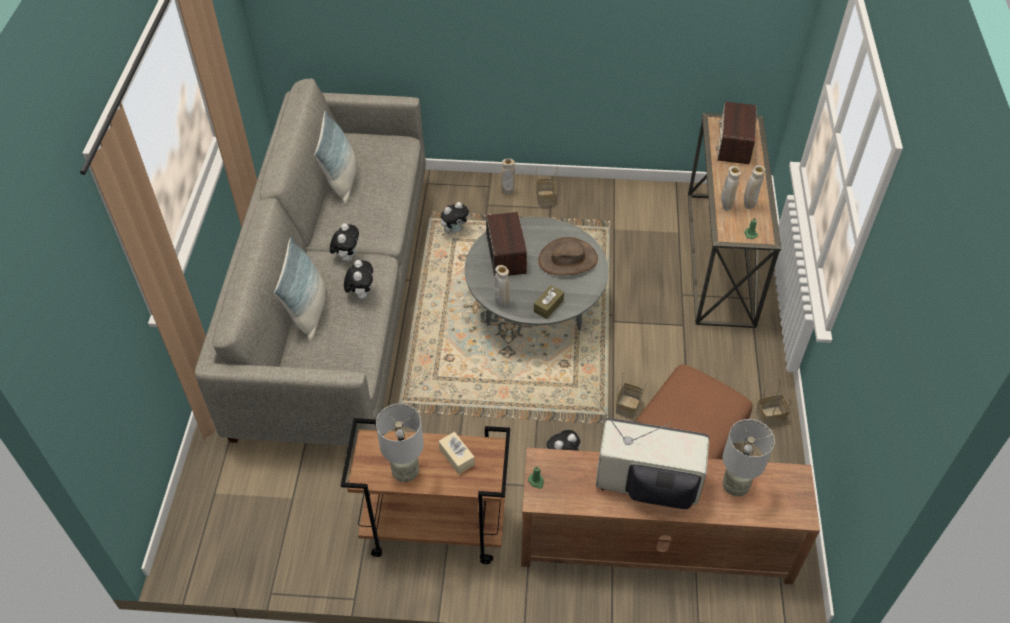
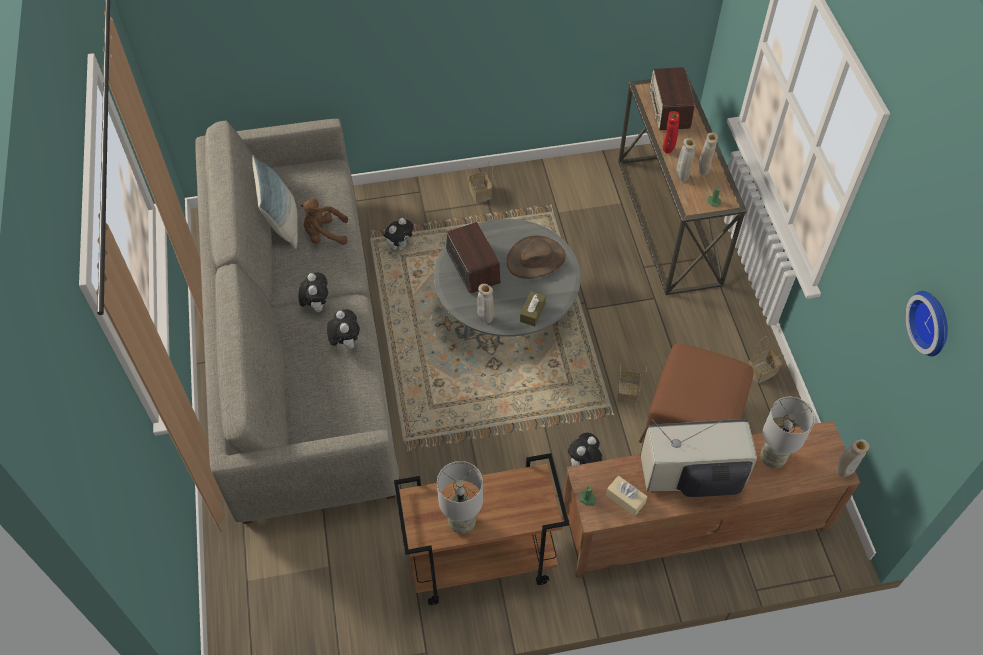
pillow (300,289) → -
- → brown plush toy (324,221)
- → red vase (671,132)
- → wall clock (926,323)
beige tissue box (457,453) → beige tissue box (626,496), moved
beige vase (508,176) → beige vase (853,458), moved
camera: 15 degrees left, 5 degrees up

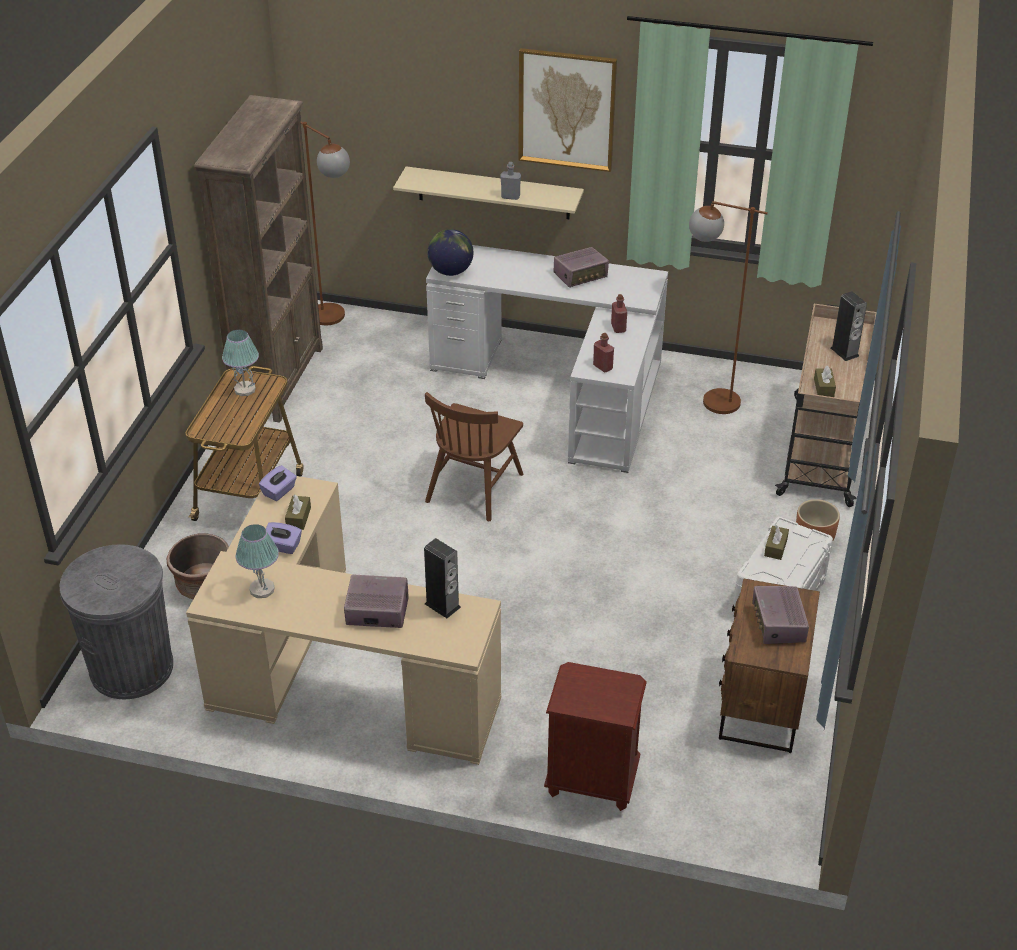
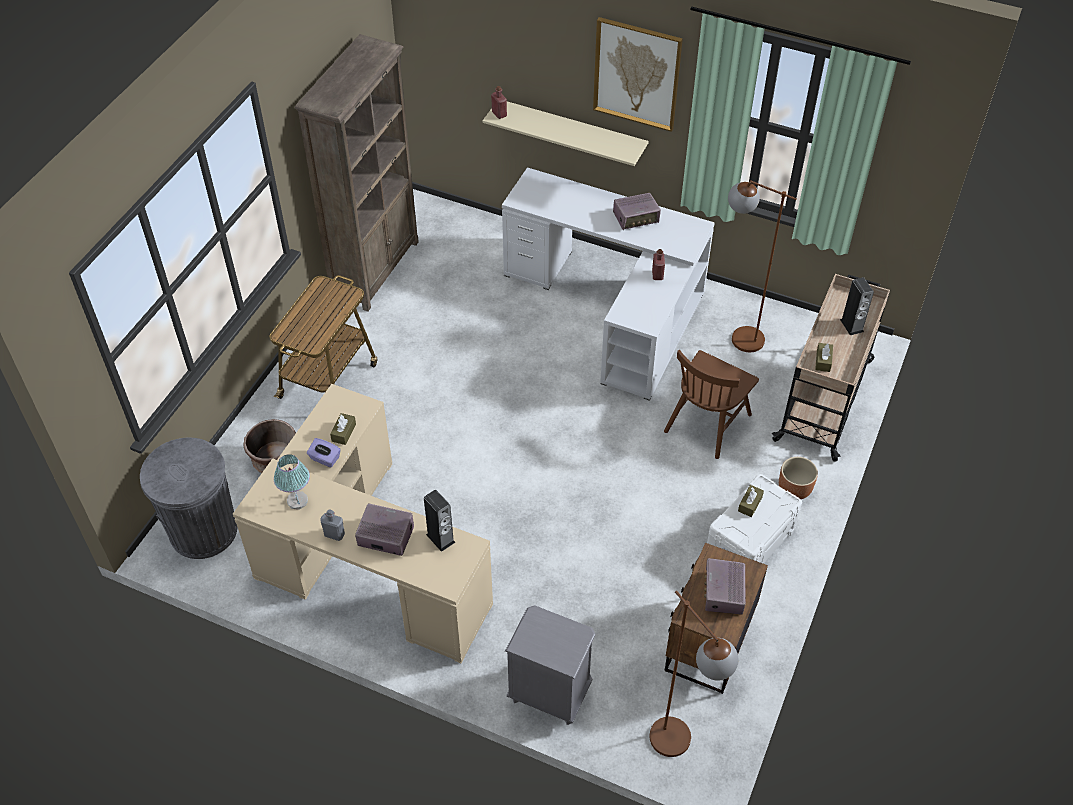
table lamp (240,363) → -
purple tissue box (278,483) → -
globe (450,252) → -
brown floor lamp (325,223) → brown floor lamp (694,674), moved
brown chair (474,456) → brown chair (711,404), moved
grey bottle (510,181) → grey bottle (332,525), moved
red bottle (603,352) → red bottle (499,102), moved
brown nightstand (595,736) → grey nightstand (550,665)
camera: 10 degrees right, 10 degrees up

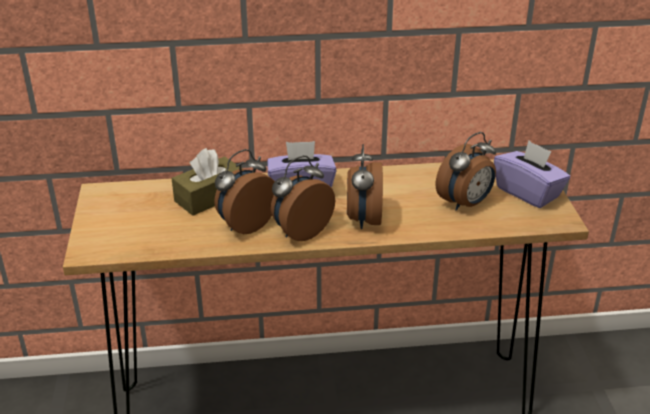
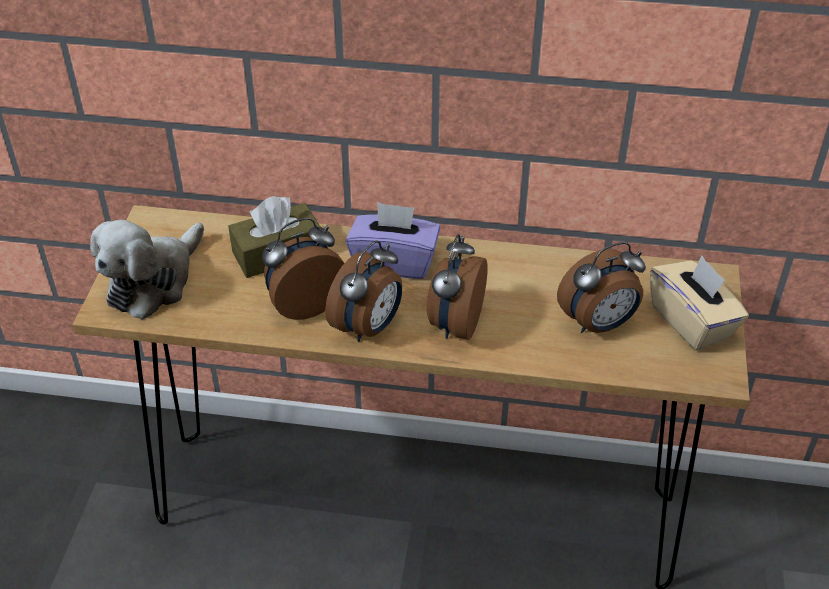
- → plush toy (147,270)
purple tissue box (532,174) → beige tissue box (699,303)
alarm clock (303,198) → alarm clock (363,291), 150 degrees clockwise
camera: 15 degrees right, 10 degrees up

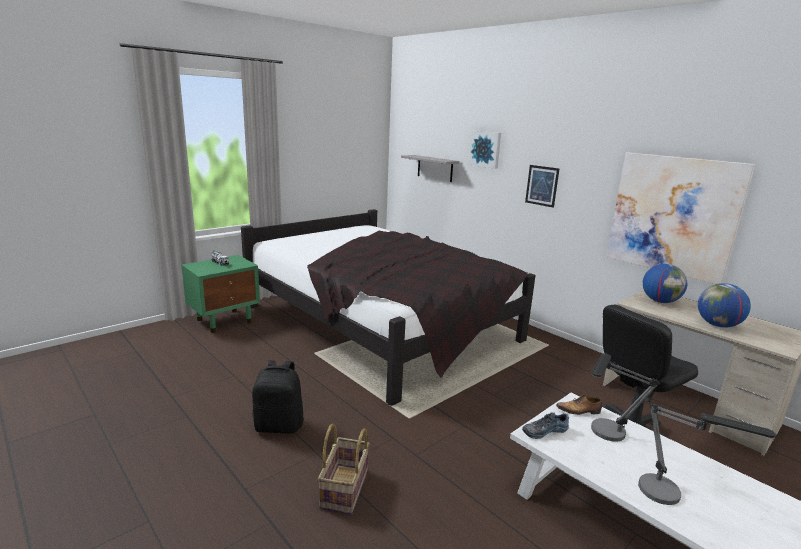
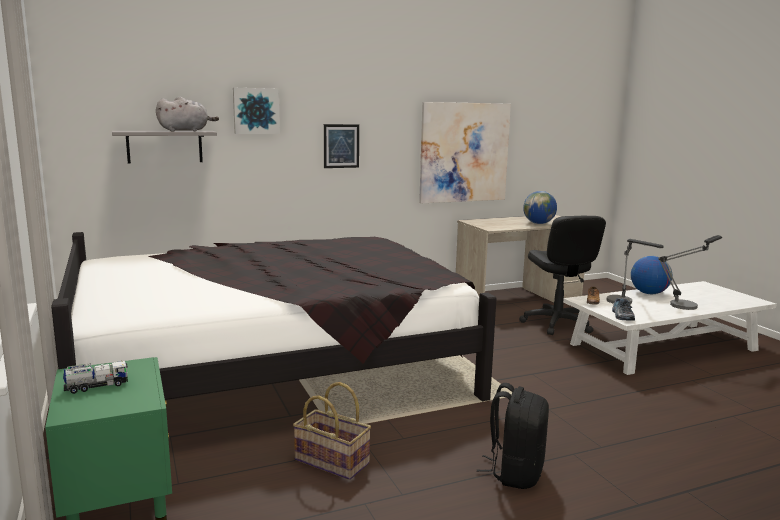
- → grey plush toy (187,114)
basket (343,469) → basket (332,431), moved
globe (665,283) → globe (651,275), moved
camera: 70 degrees left, 5 degrees down

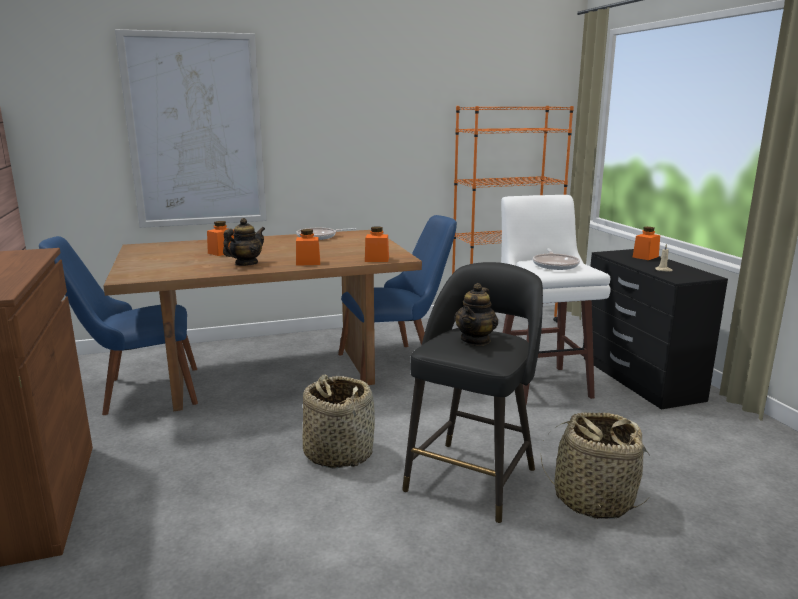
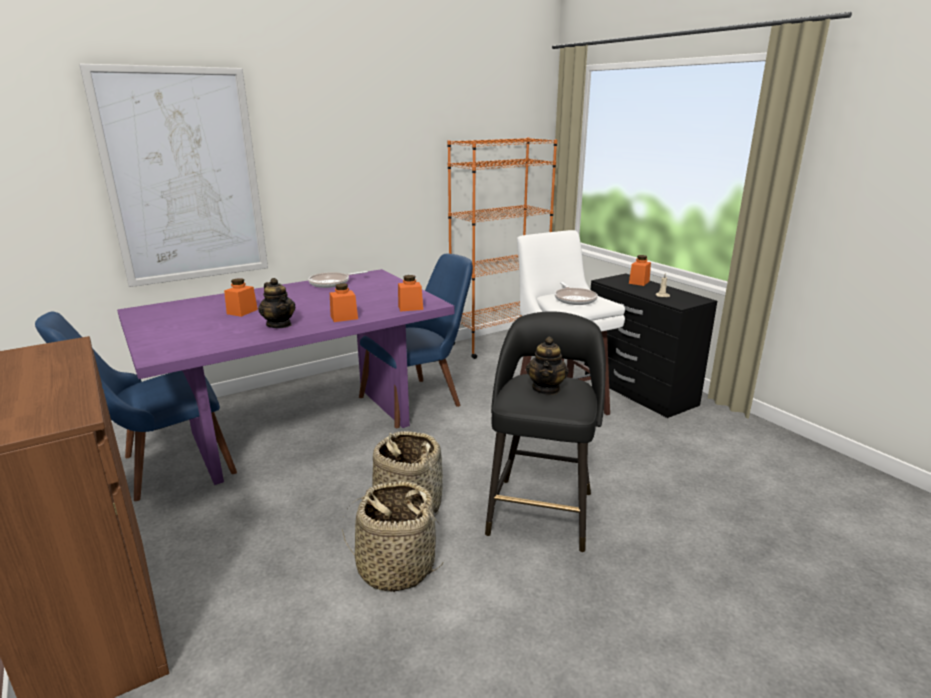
basket (595,465) → basket (394,536), moved
brown dining table (262,320) → purple dining table (285,377)
teapot (244,242) → teapot (276,303), 120 degrees clockwise
camera: 15 degrees left, 5 degrees up

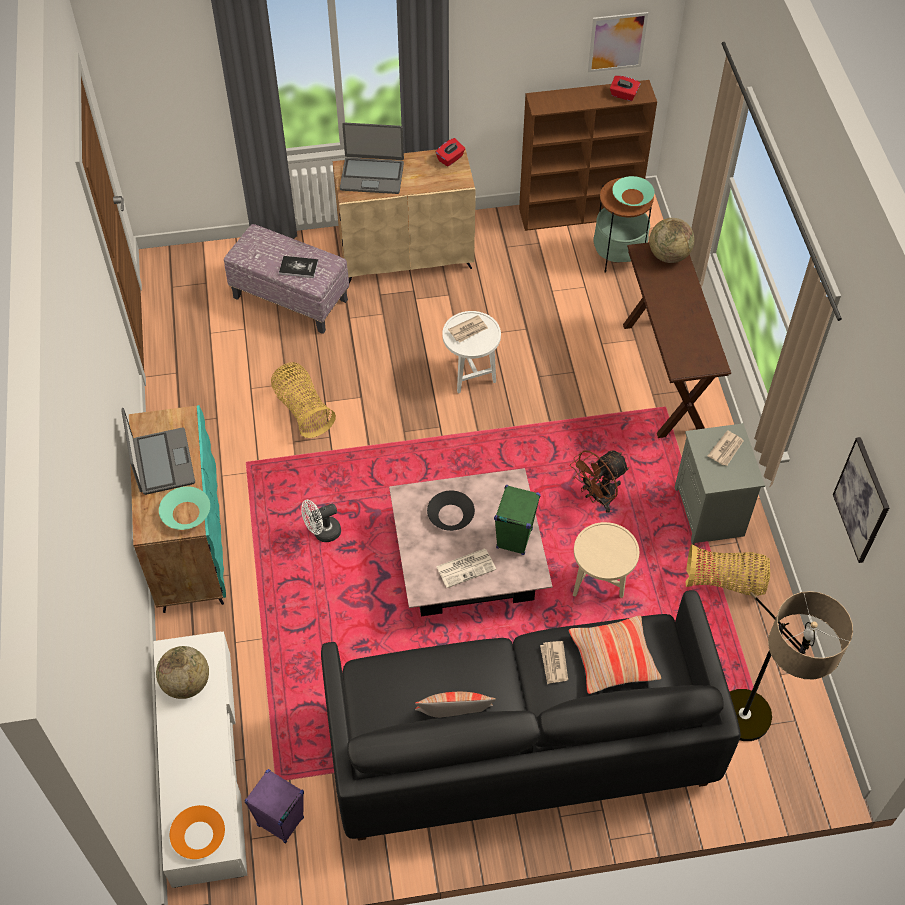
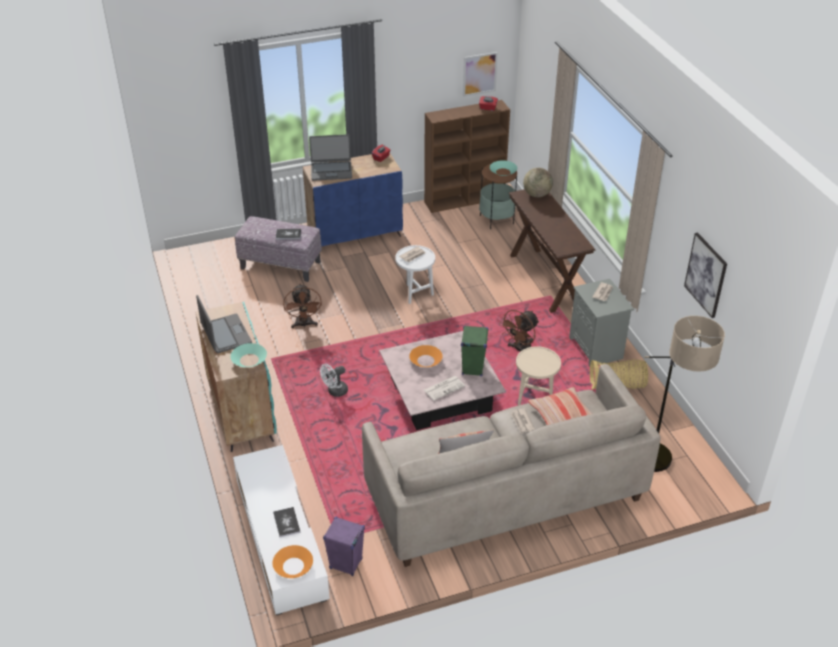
globe (182,672) → -
- → book (286,522)
basket (303,400) → brown fan (302,306)
black sofa (531,715) → beige sofa (511,465)
beige cabinet (404,214) → blue cabinet (353,199)
black bowl (451,510) → orange bowl (426,356)
camera: 10 degrees left, 15 degrees down

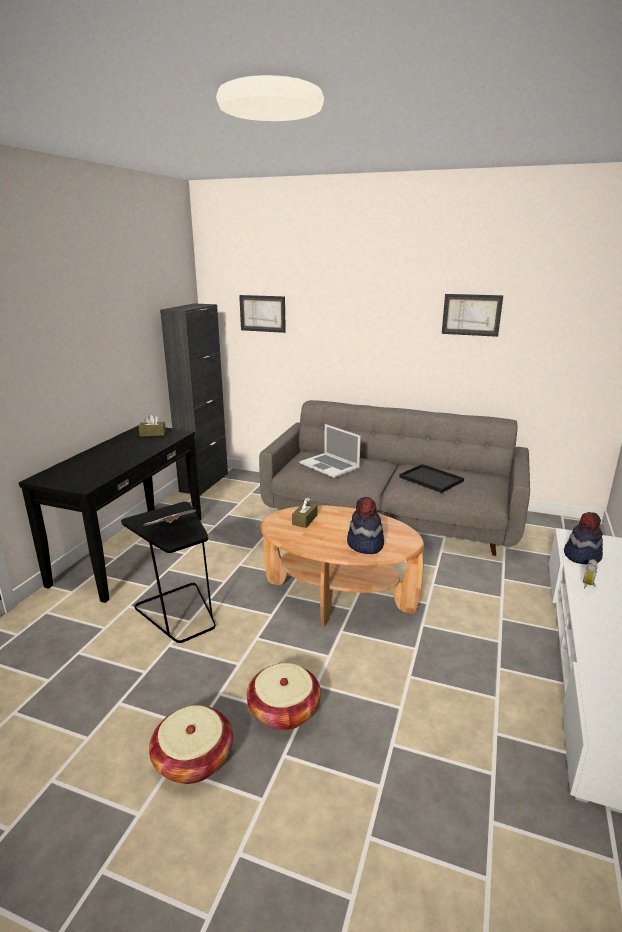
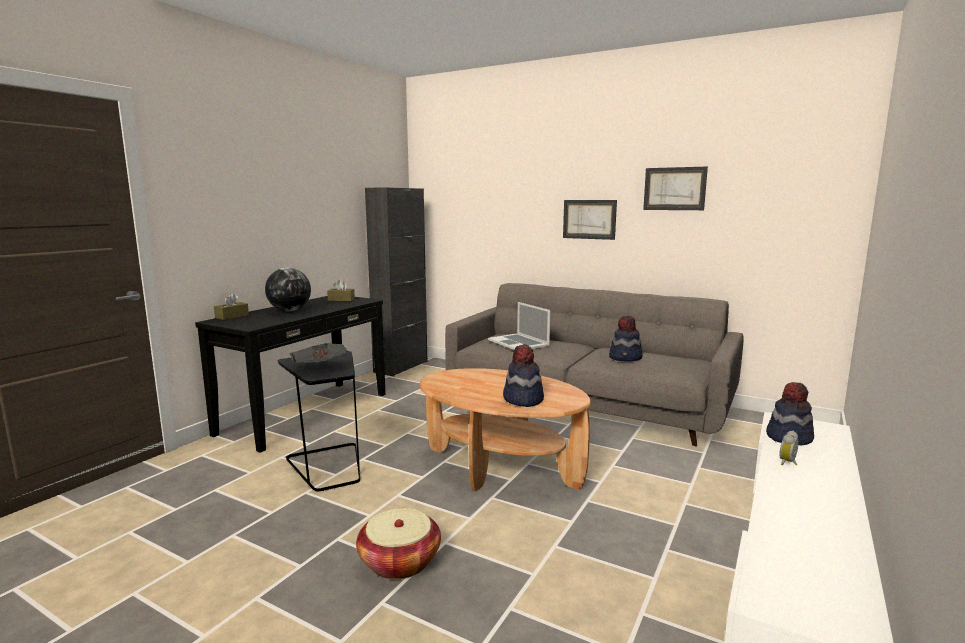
basket (191,744) → -
- → globe (288,289)
picture (262,314) → picture (590,220), moved
brown tissue box (305,513) → brown tissue box (231,306), moved
black tray (431,478) → hat (626,338)
camera: 10 degrees right, 10 degrees down

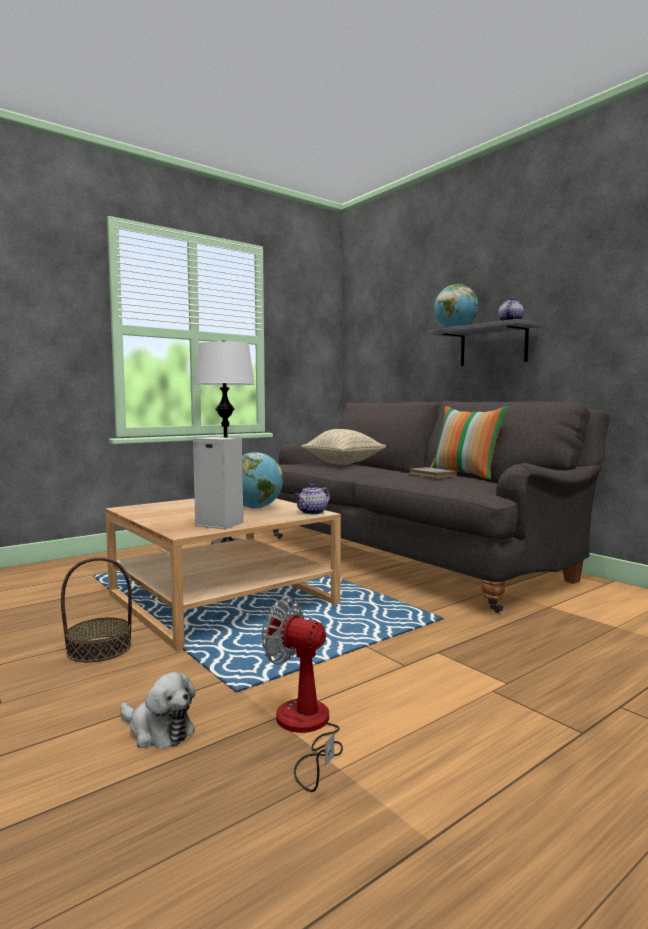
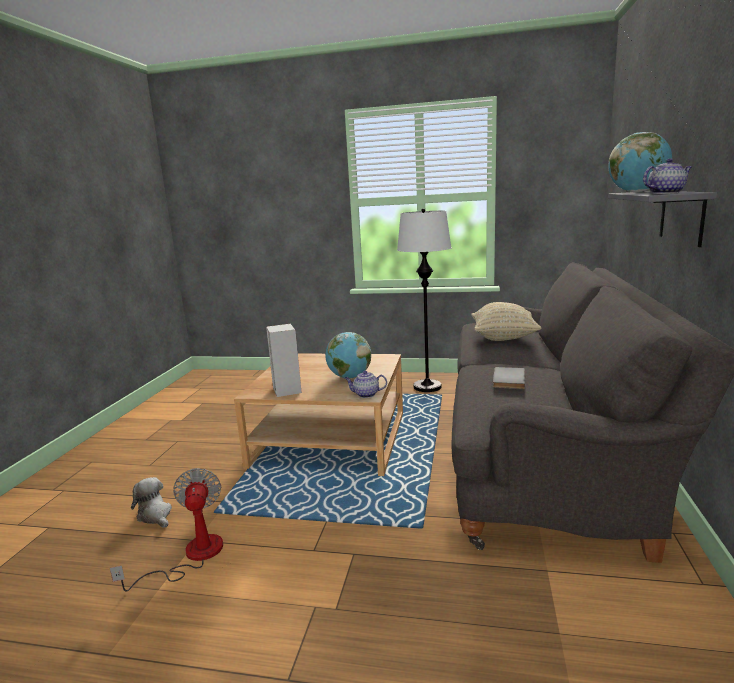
basket (96,609) → -
pillow (469,443) → -
plush toy (158,710) → plush toy (151,502), 150 degrees clockwise
camera: 50 degrees right, 10 degrees up

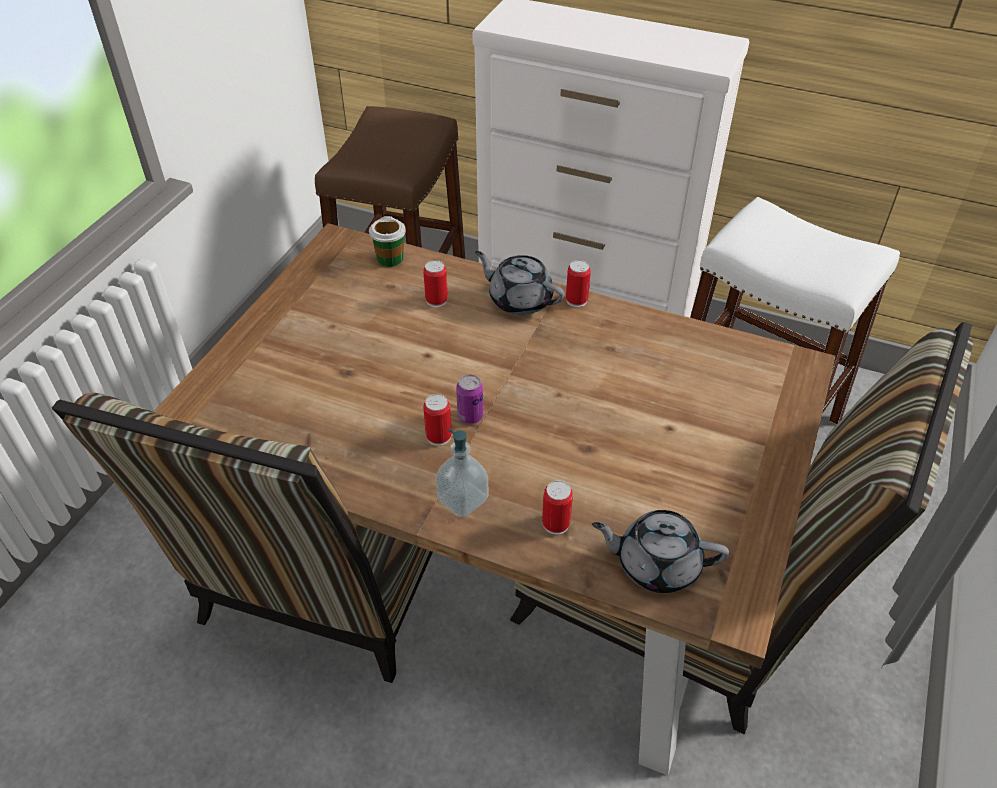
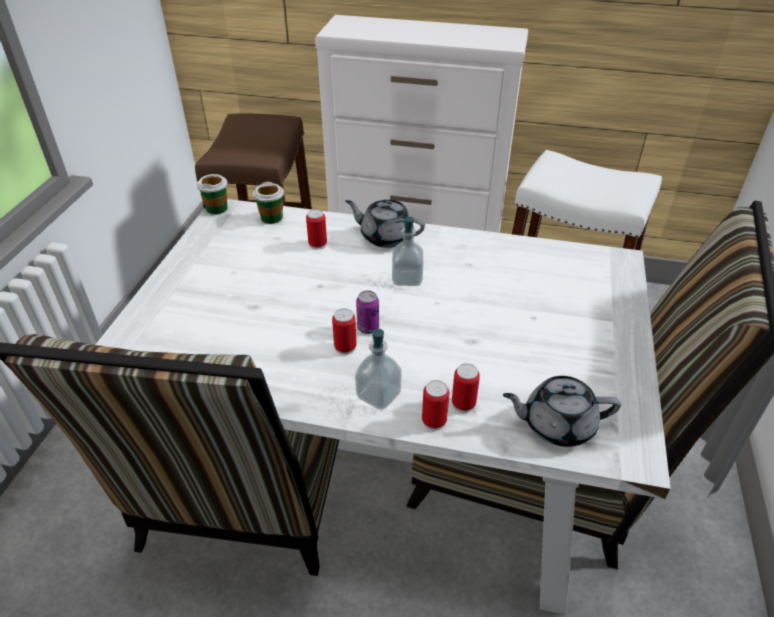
- → cup (212,194)
- → soap dispenser (407,251)
can (578,283) → can (435,405), moved
brown dining table (495,499) → white dining table (383,407)
camera: 10 degrees left, 5 degrees down

